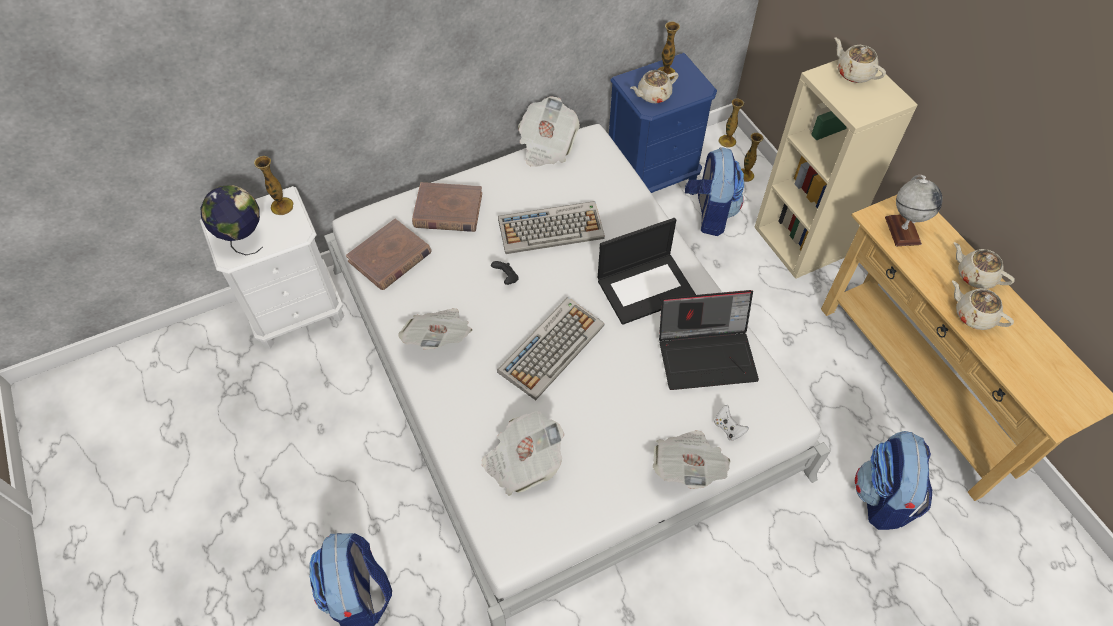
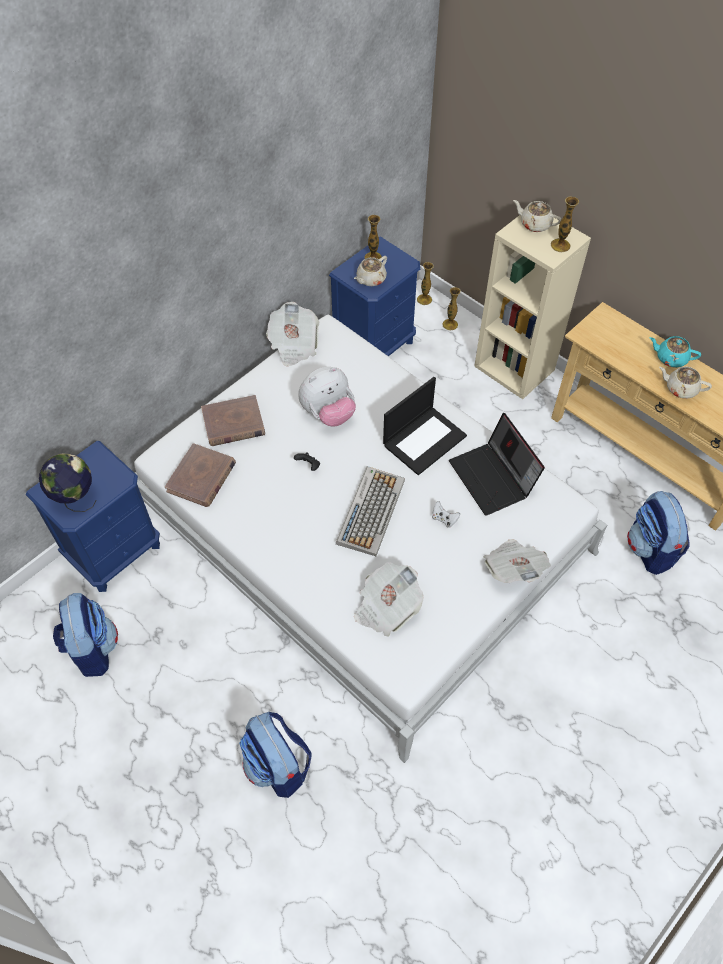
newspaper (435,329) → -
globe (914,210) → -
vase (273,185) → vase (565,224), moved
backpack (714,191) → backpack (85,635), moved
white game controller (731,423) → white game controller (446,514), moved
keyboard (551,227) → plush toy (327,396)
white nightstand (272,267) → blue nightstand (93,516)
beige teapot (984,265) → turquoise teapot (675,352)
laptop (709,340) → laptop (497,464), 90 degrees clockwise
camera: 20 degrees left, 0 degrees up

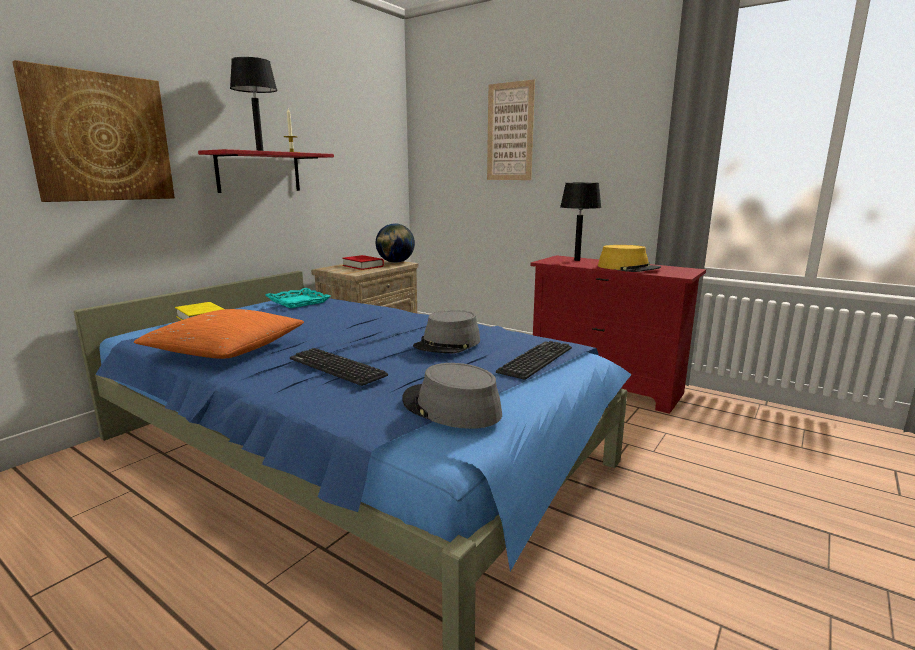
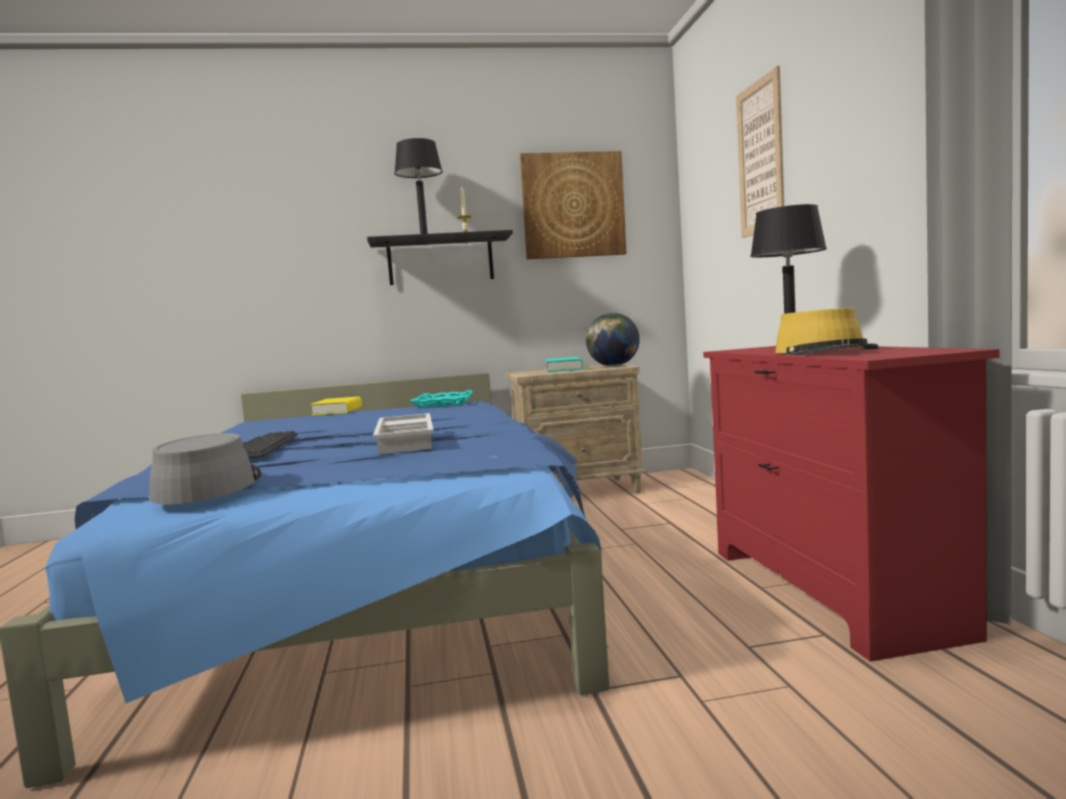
orange pillow (219,334) → -
keyboard (534,360) → -
picture (93,131) → picture (573,205), moved
grey hat (446,332) → white tray (403,433)
red shelf (266,171) → black shelf (440,257)
red book (363,262) → turquoise book (564,364)
camera: 45 degrees right, 10 degrees down

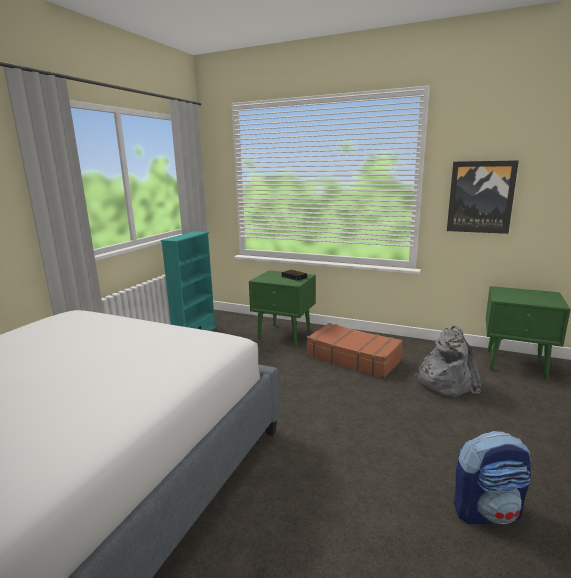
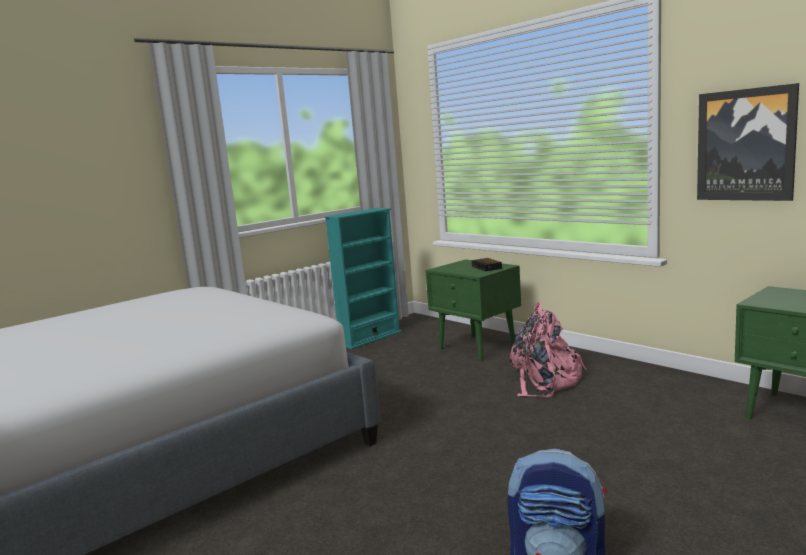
grey backpack (448,361) → -
brown suitcase (355,351) → pink backpack (548,349)
camera: 25 degrees right, 5 degrees down

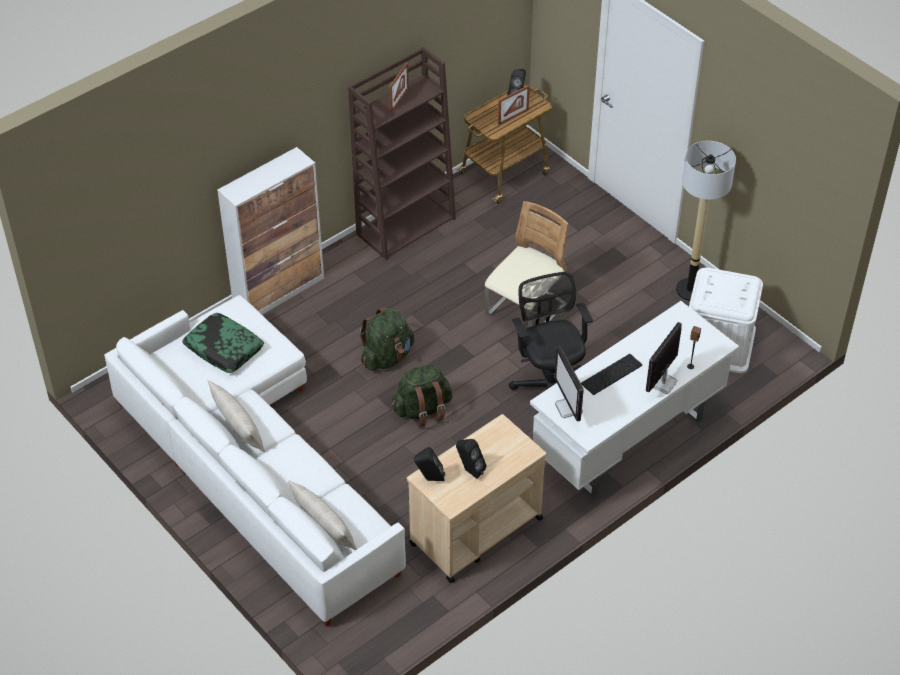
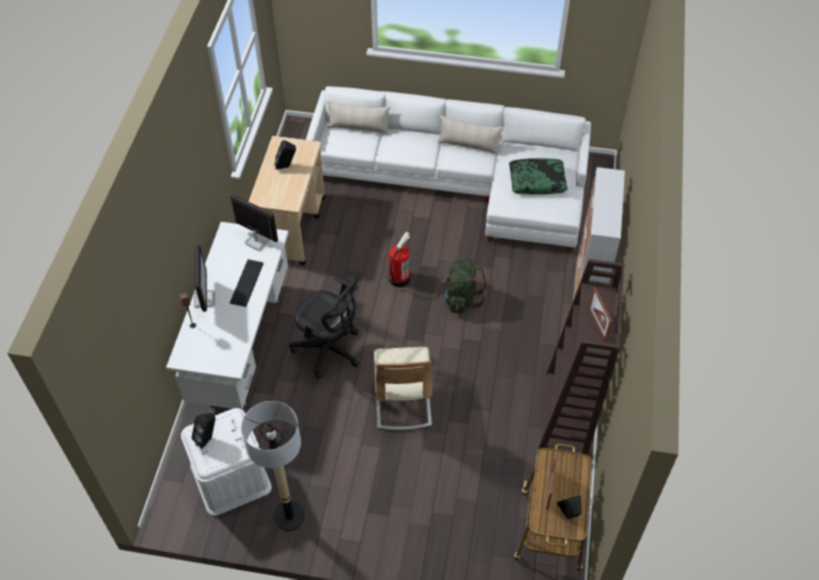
black speaker (429,464) → black speaker (203,431), moved
green backpack (422,396) → fire extinguisher (400,259)
camera: 140 degrees right, 5 degrees up

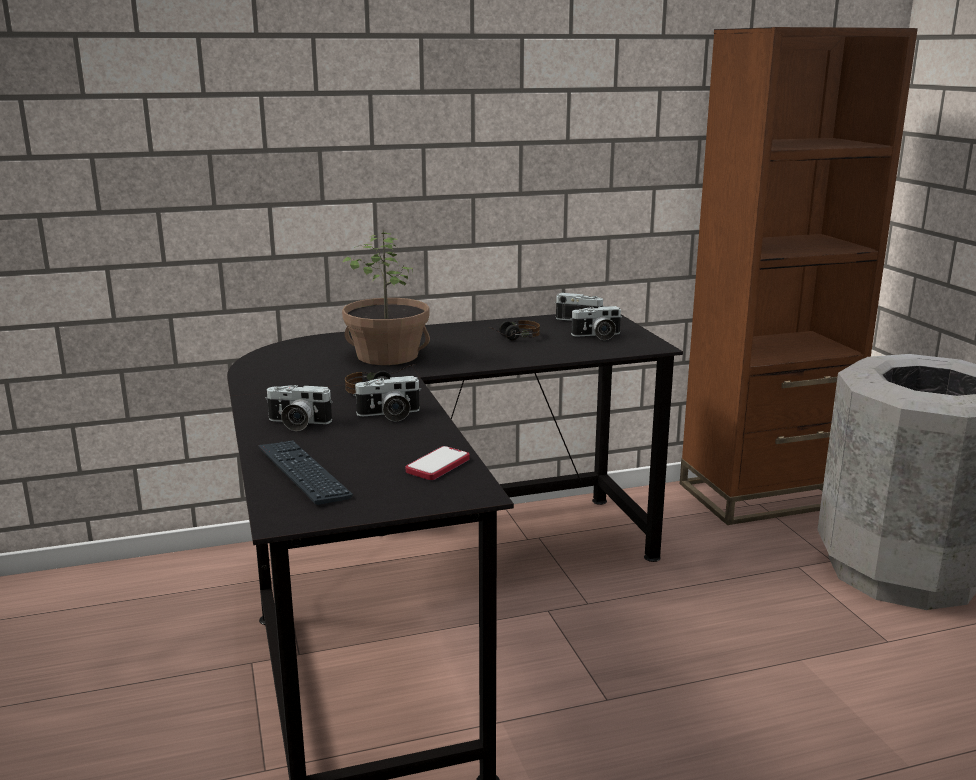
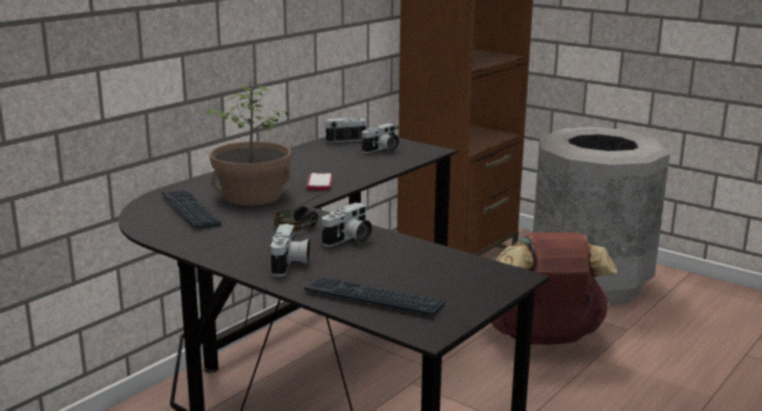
headphones (514,330) → -
- → keyboard (192,209)
- → brown backpack (554,288)
phone (438,463) → phone (320,181), moved
photo camera (299,408) → photo camera (290,250), 60 degrees counterclockwise
camera: 35 degrees left, 0 degrees up

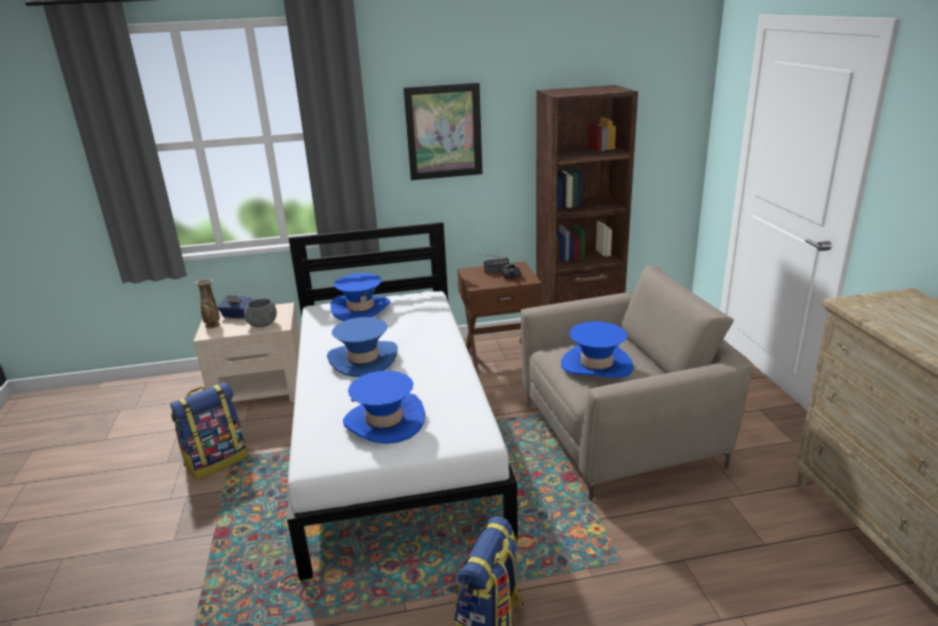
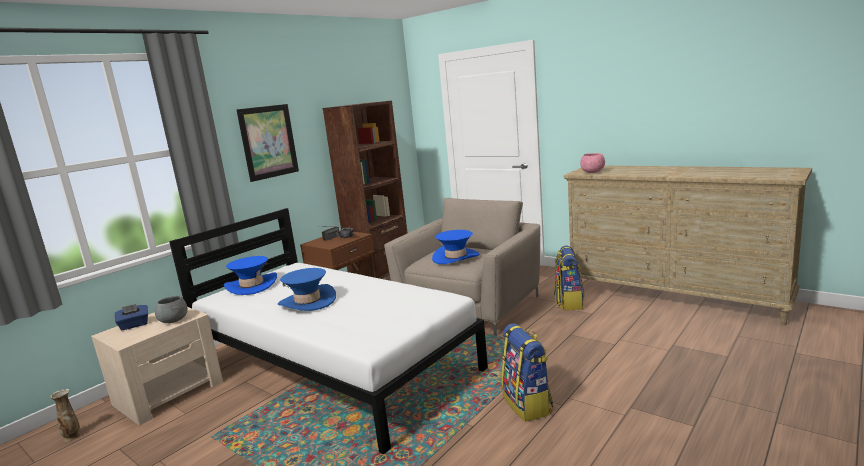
blue hat (384,407) → -
- → pink bowl (592,163)
backpack (209,431) → backpack (569,278), moved
vase (207,303) → vase (65,415), moved
camera: 40 degrees left, 10 degrees down

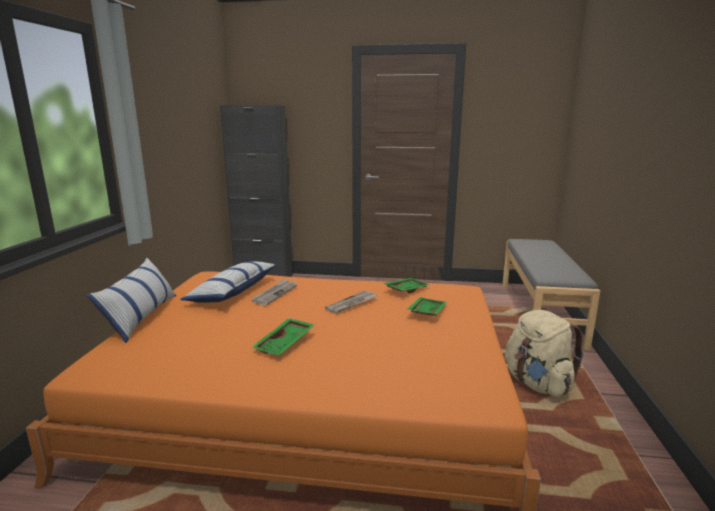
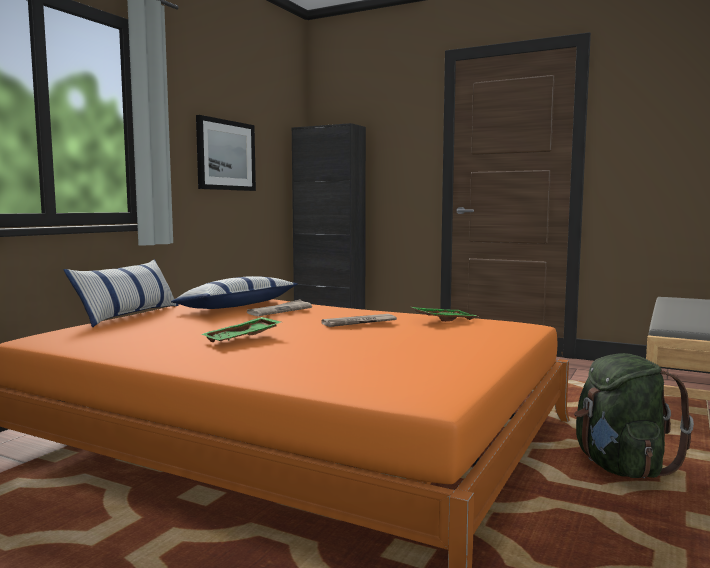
green tray (427,306) → -
- → picture (226,153)
beige backpack (544,353) → green backpack (634,415)
camera: 20 degrees right, 10 degrees down

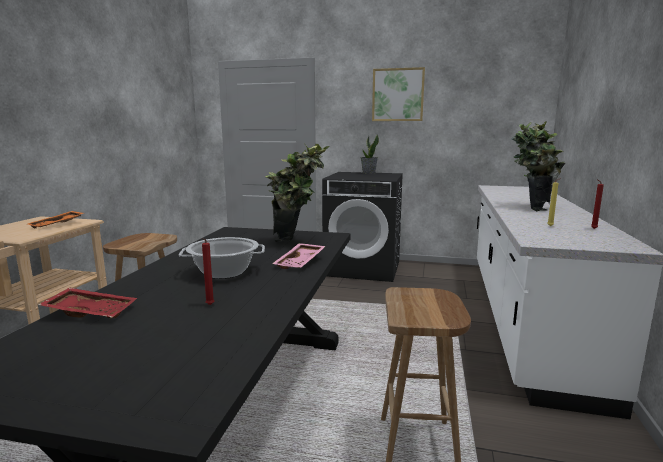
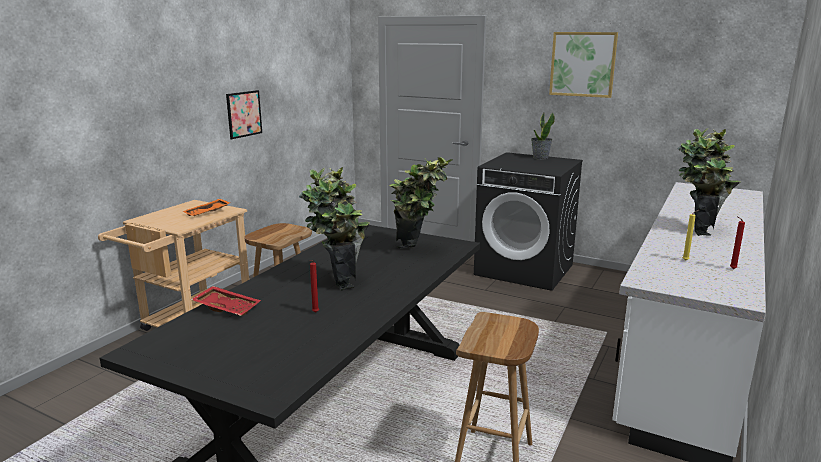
pink tray (299,256) → -
- → picture (244,114)
cooking pot (222,258) → potted plant (334,228)
camera: 15 degrees right, 5 degrees up

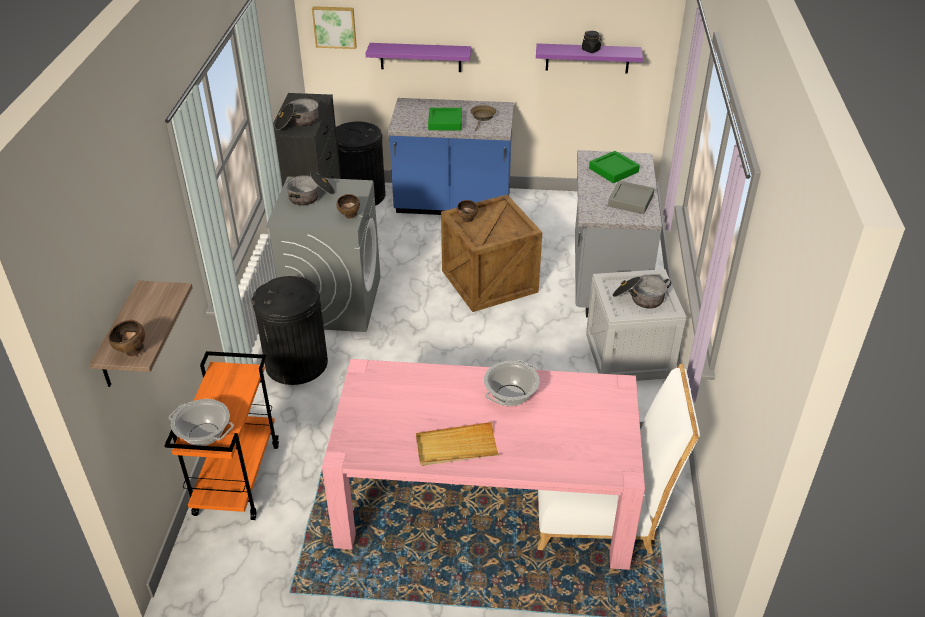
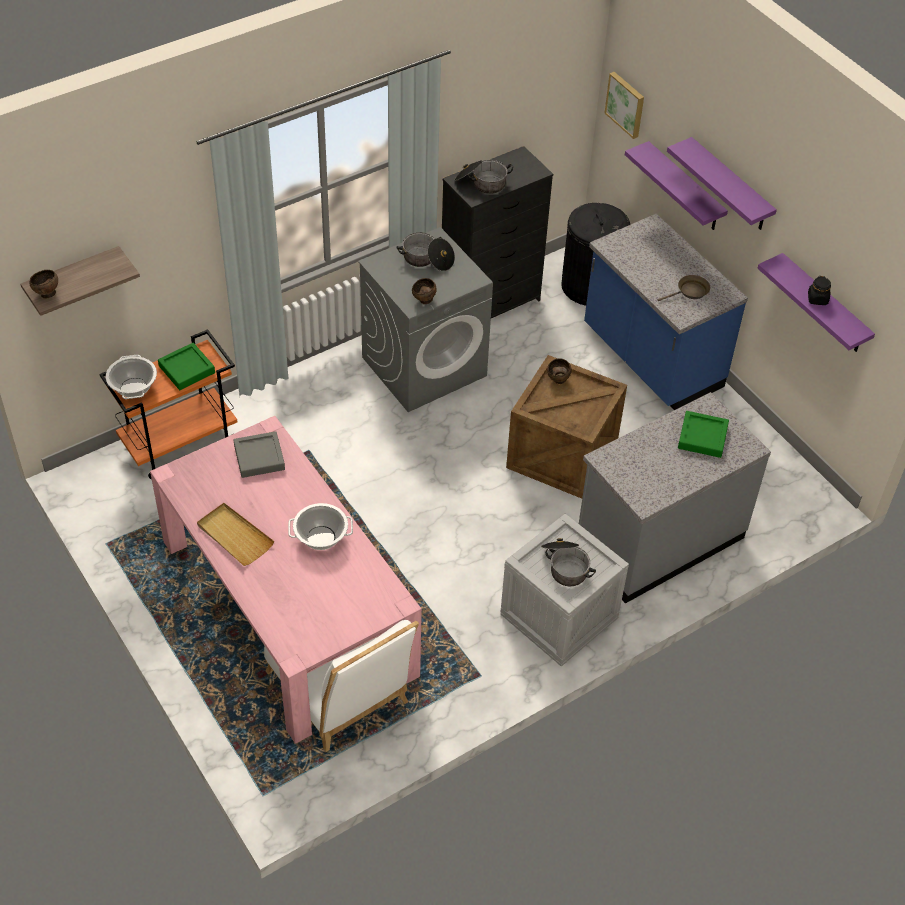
black trash can (289,330) → -
- → purple shelf (722,183)
green tray (445,119) → green tray (186,366), moved
grey tray (631,197) → grey tray (259,454), moved
camera: 50 degrees right, 10 degrees up

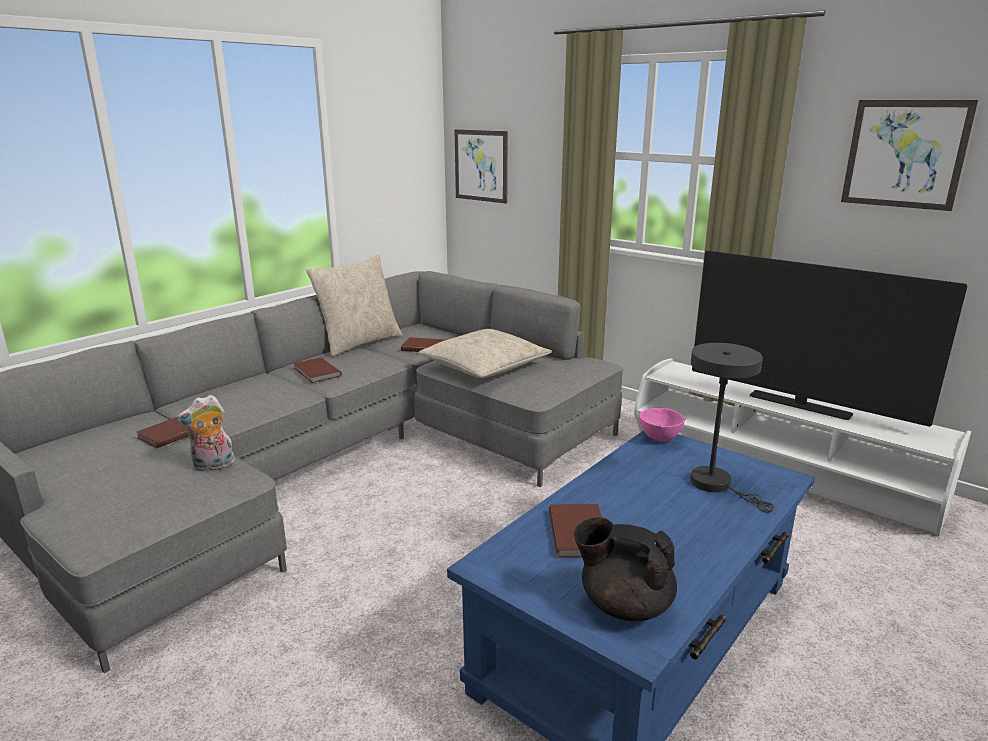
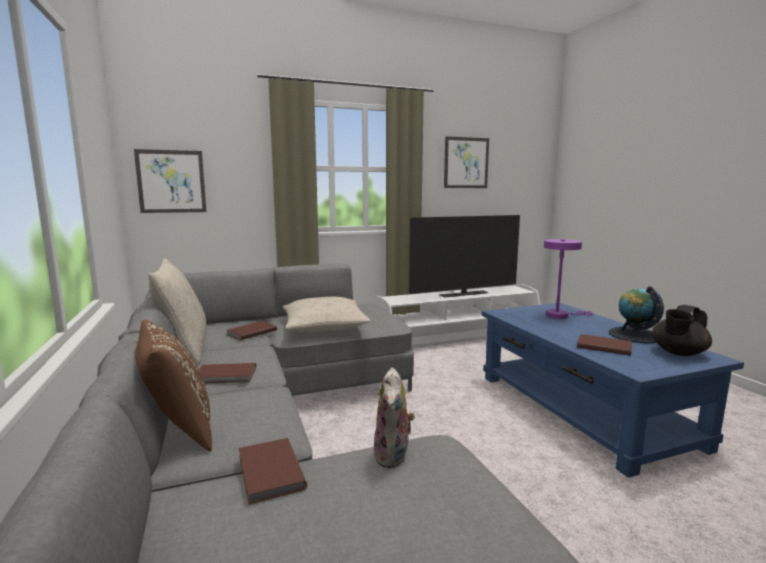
pink bowl (662,424) → -
- → brown pillow (173,385)
- → globe (636,314)
grey table lamp (732,428) → purple table lamp (569,279)
camera: 60 degrees left, 10 degrees down

